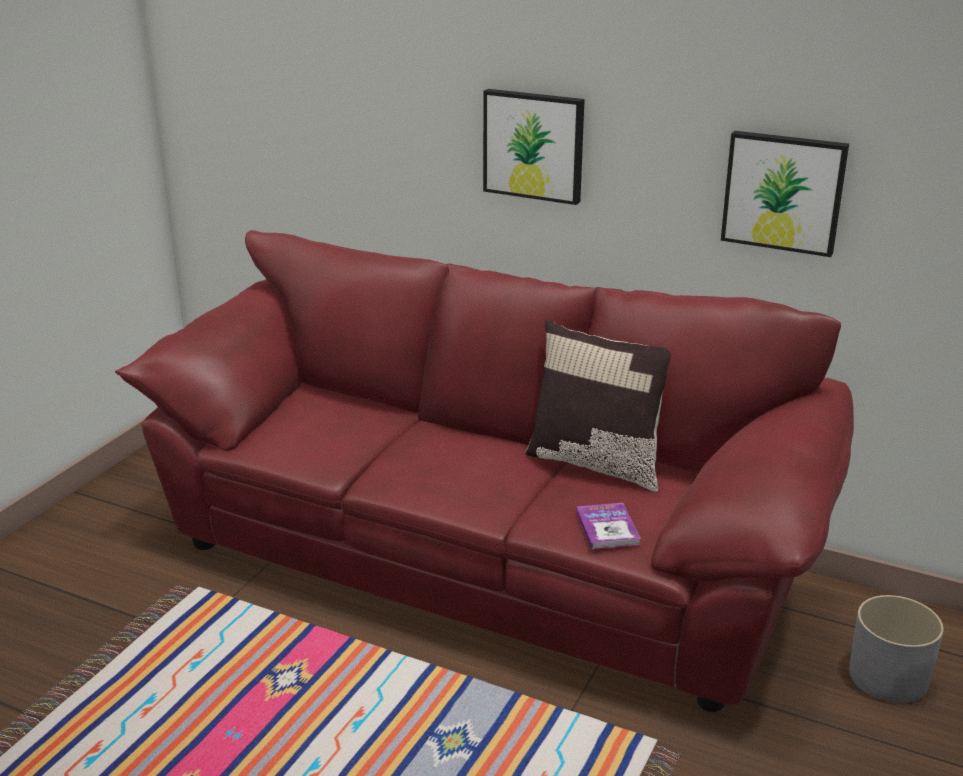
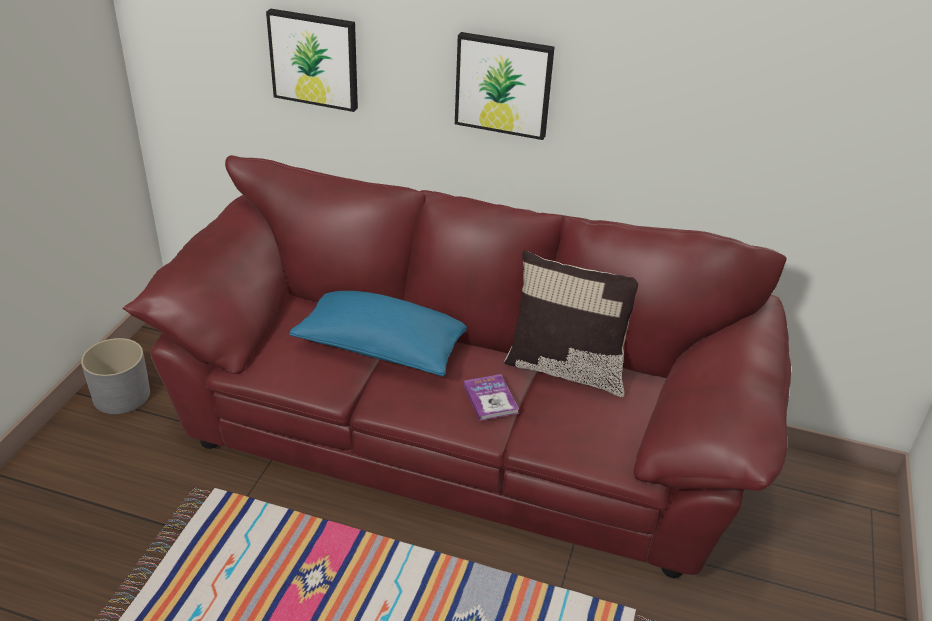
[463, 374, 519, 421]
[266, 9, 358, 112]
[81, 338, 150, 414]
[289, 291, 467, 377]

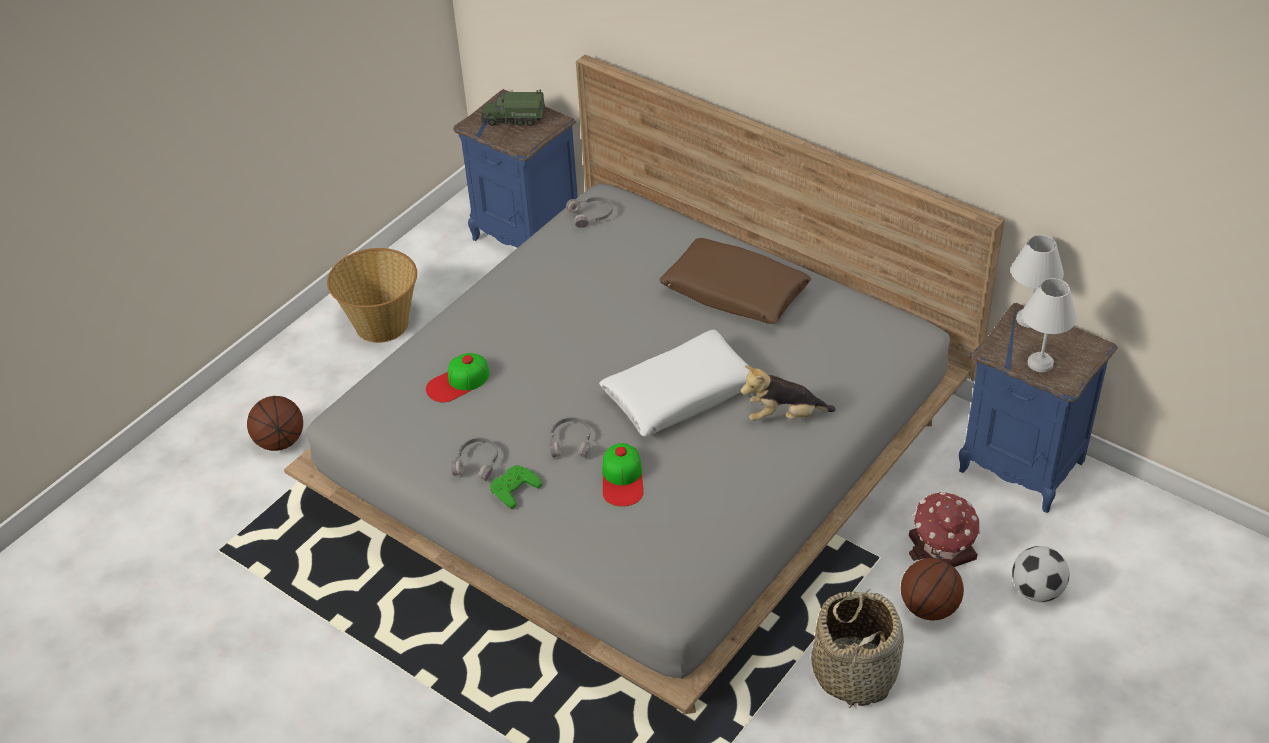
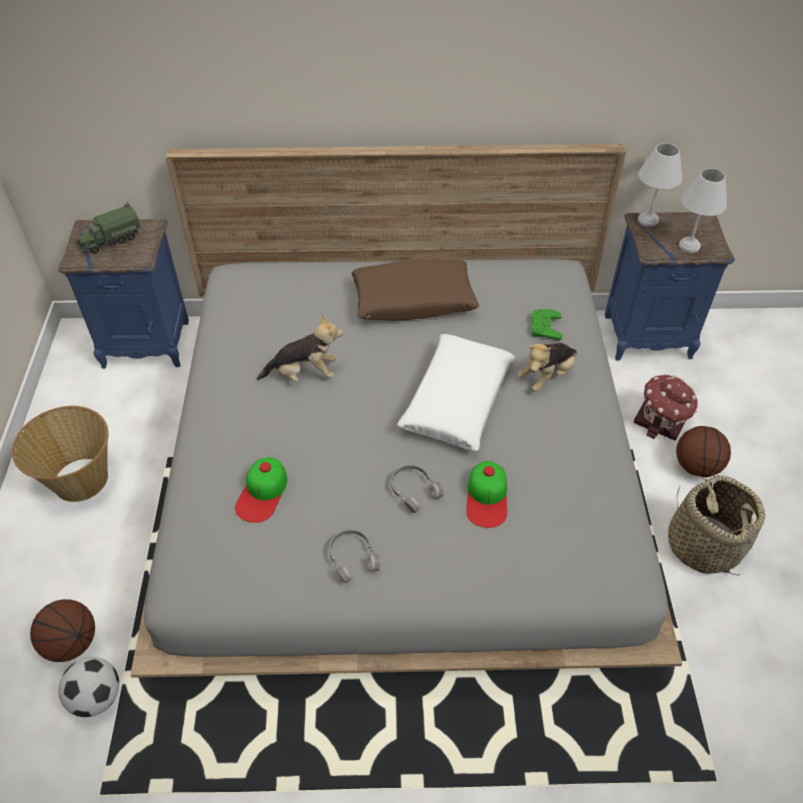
[531, 309, 562, 340]
[566, 197, 613, 228] (first image)
[466, 461, 507, 528]
[58, 657, 119, 717]
[257, 315, 343, 382]

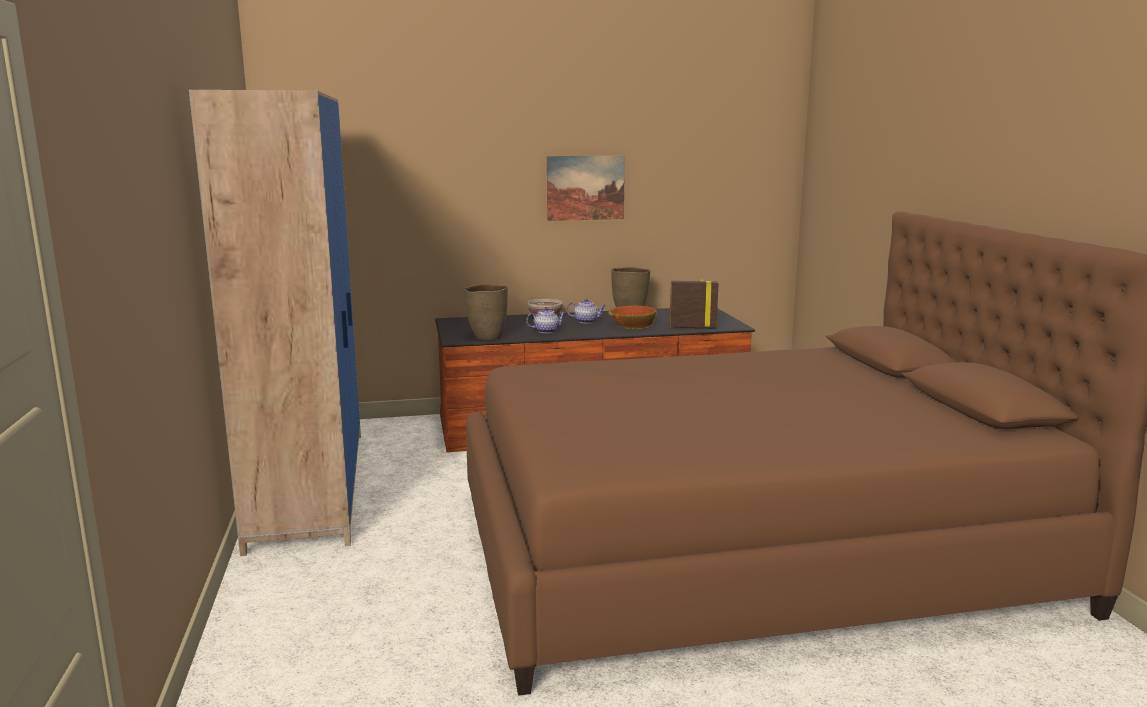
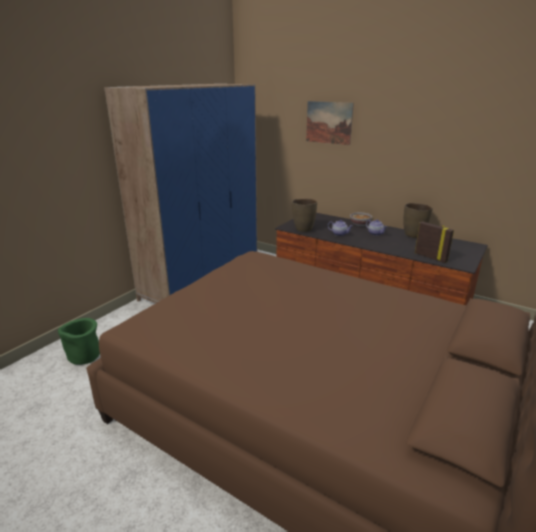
[306, 101, 354, 145]
[608, 306, 657, 329] (first image)
[58, 318, 100, 365]

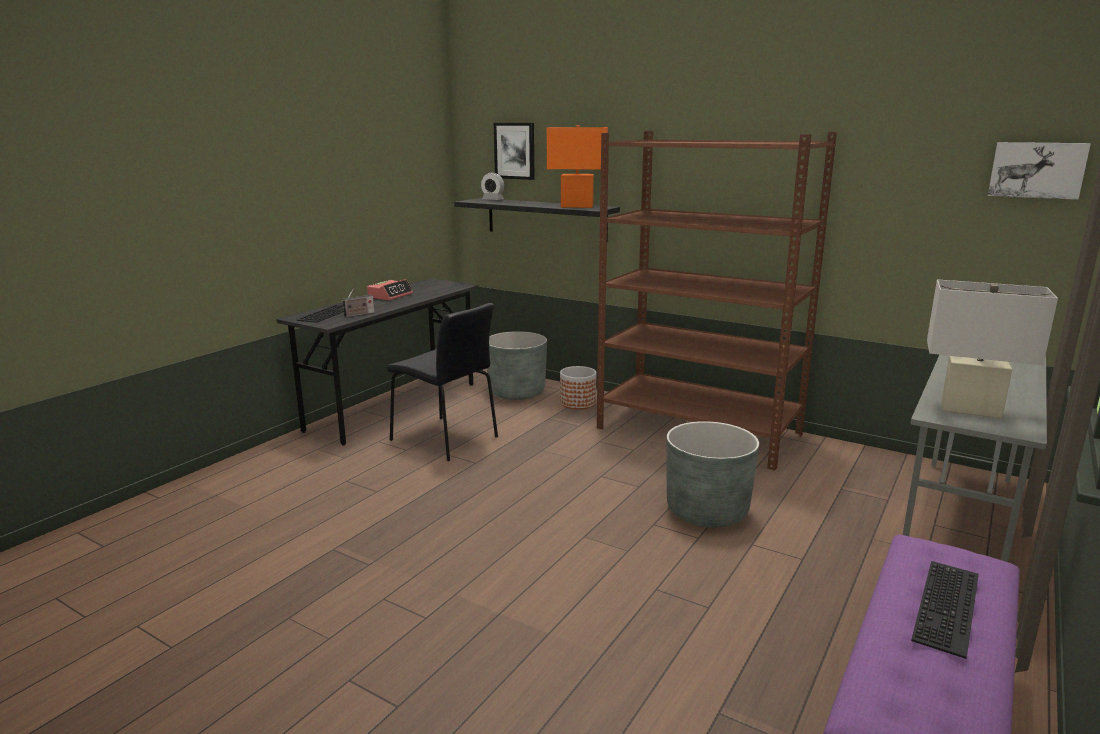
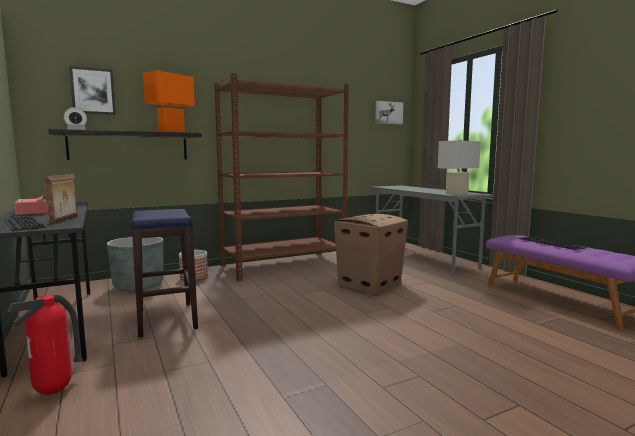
[45, 174, 78, 225]
[131, 209, 198, 338]
[334, 214, 408, 295]
[7, 295, 83, 395]

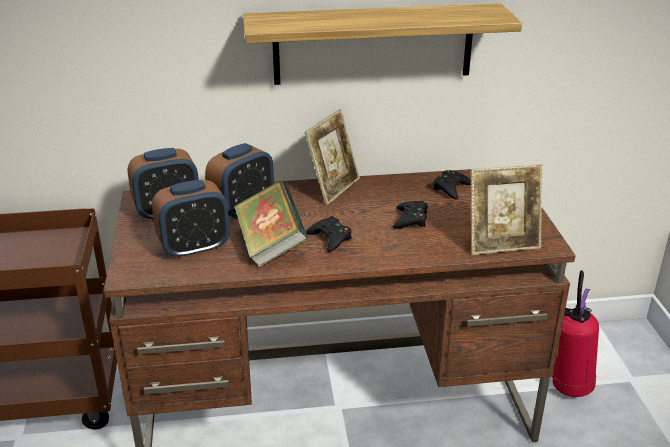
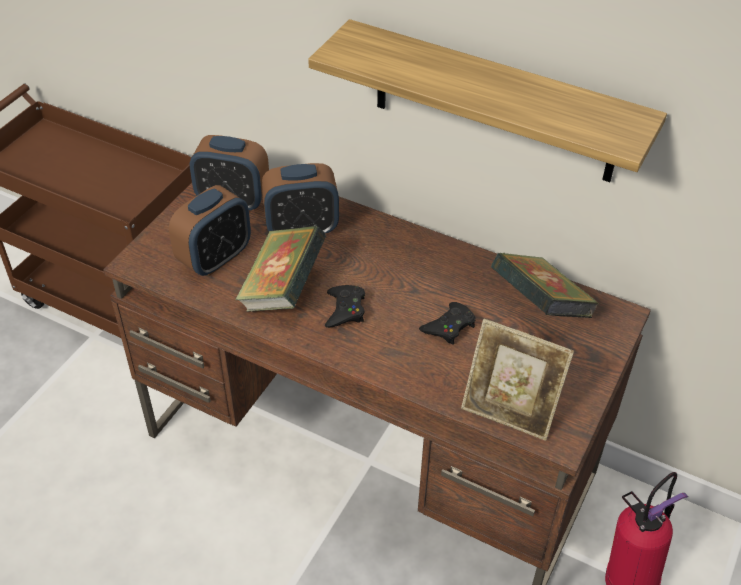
[169, 185, 251, 276]
[304, 109, 360, 205] (first image)
[491, 253, 599, 318]

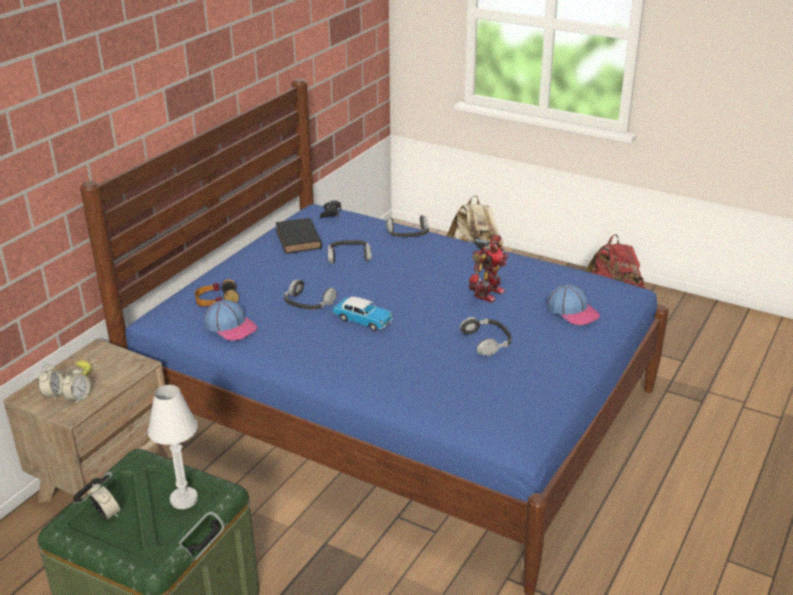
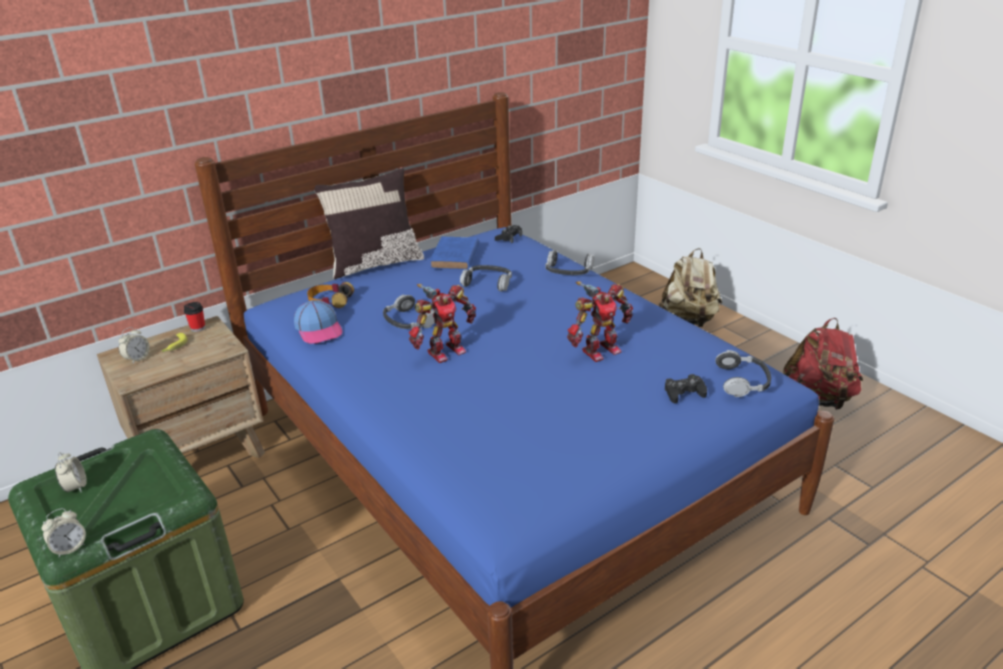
[41, 508, 86, 557]
[148, 385, 198, 509] (first image)
[430, 237, 479, 270]
[409, 284, 476, 363]
[715, 350, 771, 397]
[665, 374, 707, 404]
[184, 302, 205, 332]
[314, 168, 424, 279]

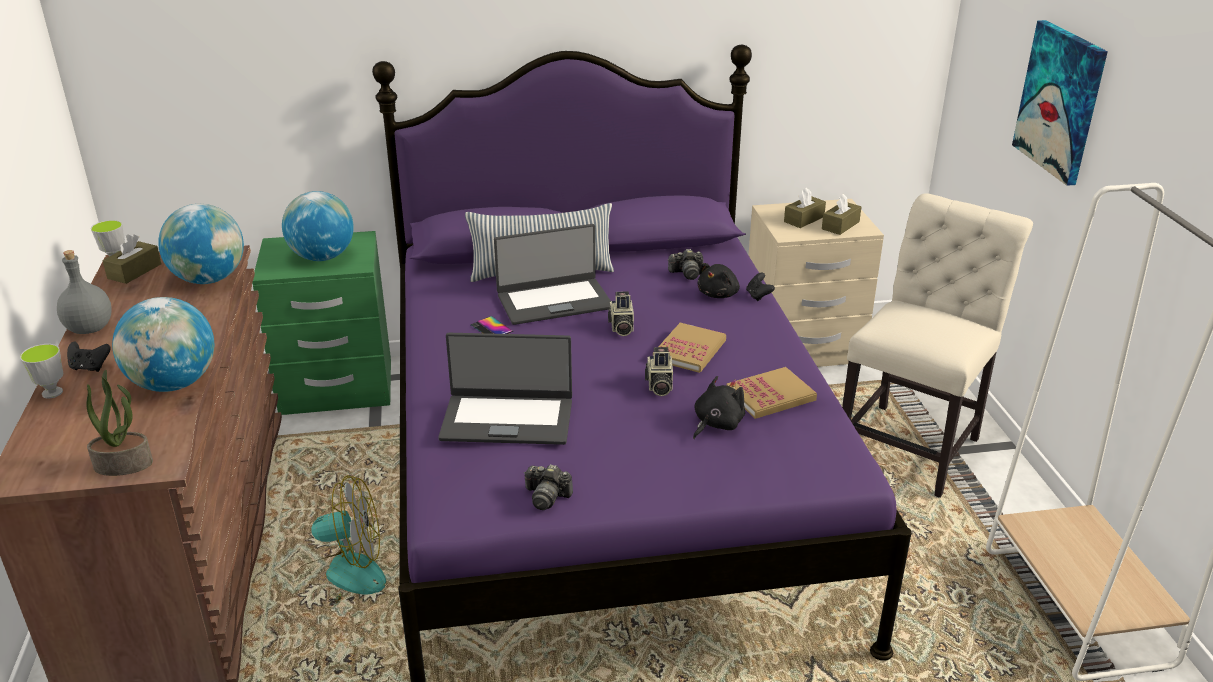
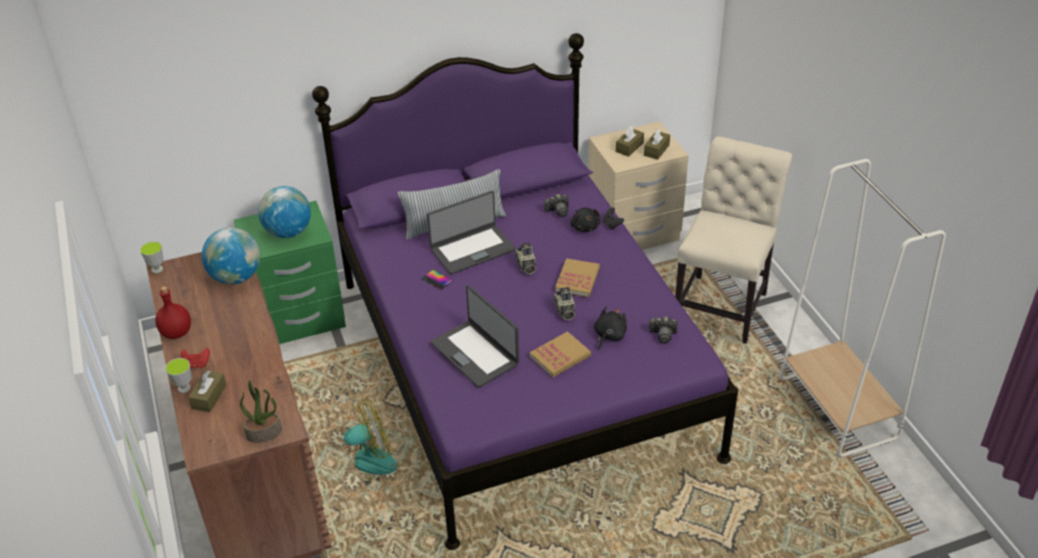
[155, 286, 191, 339]
[181, 348, 210, 368]
[188, 371, 226, 412]
[112, 297, 214, 392] (first image)
[430, 285, 519, 388]
[649, 316, 678, 344]
[570, 207, 600, 232]
[530, 331, 591, 378]
[1012, 20, 1108, 186] (first image)

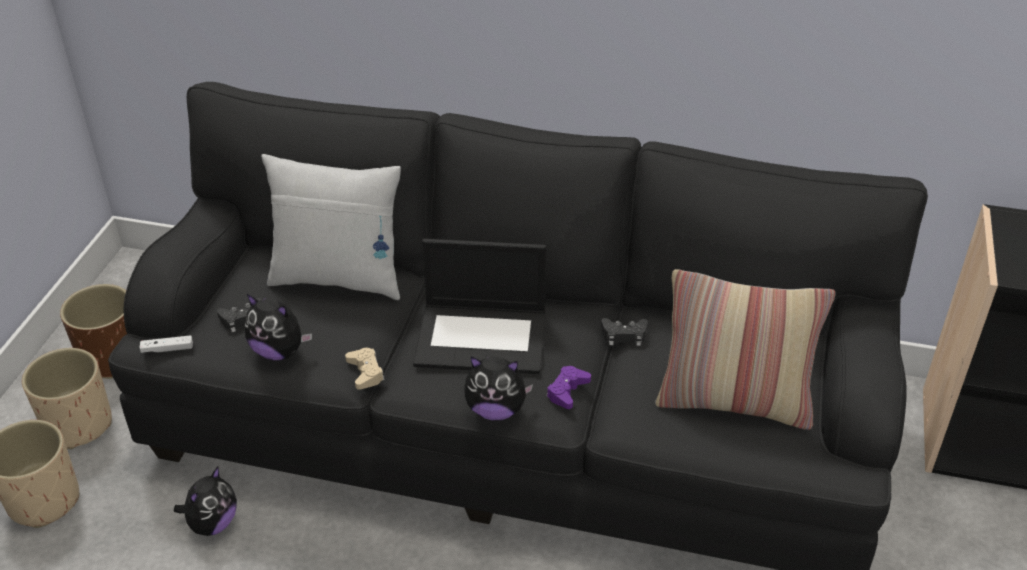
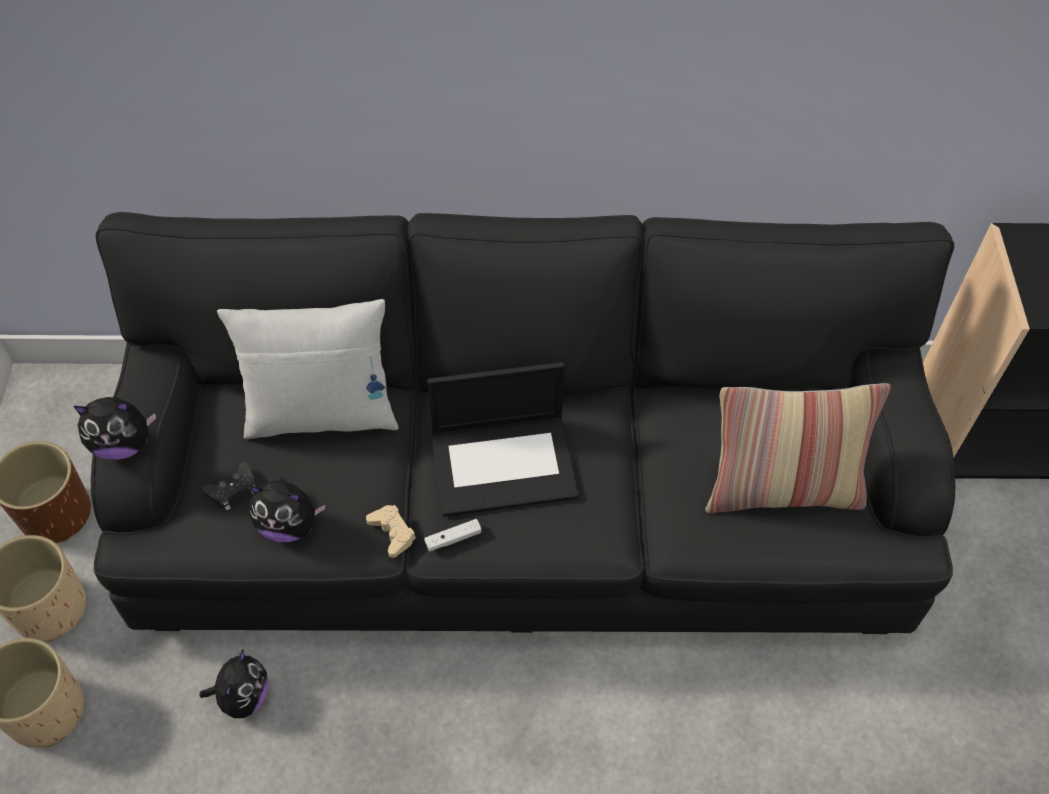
[424, 519, 482, 552]
[73, 397, 156, 460]
[546, 366, 591, 409] (first image)
[601, 318, 648, 346] (first image)

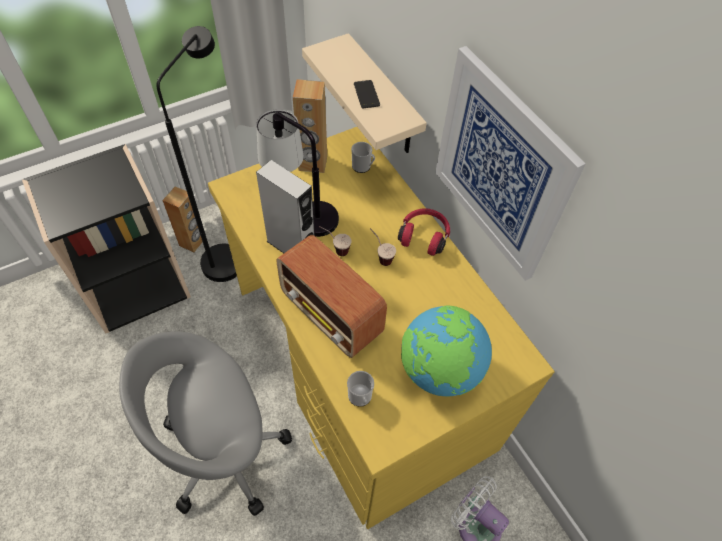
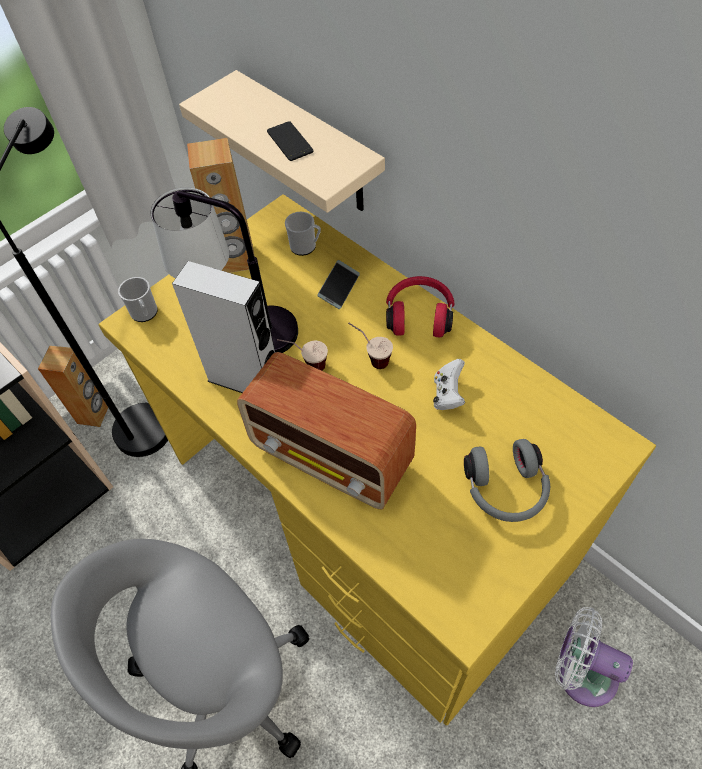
[118, 277, 158, 322]
[464, 439, 550, 522]
[435, 46, 586, 281] (first image)
[317, 260, 360, 309]
[433, 359, 465, 410]

